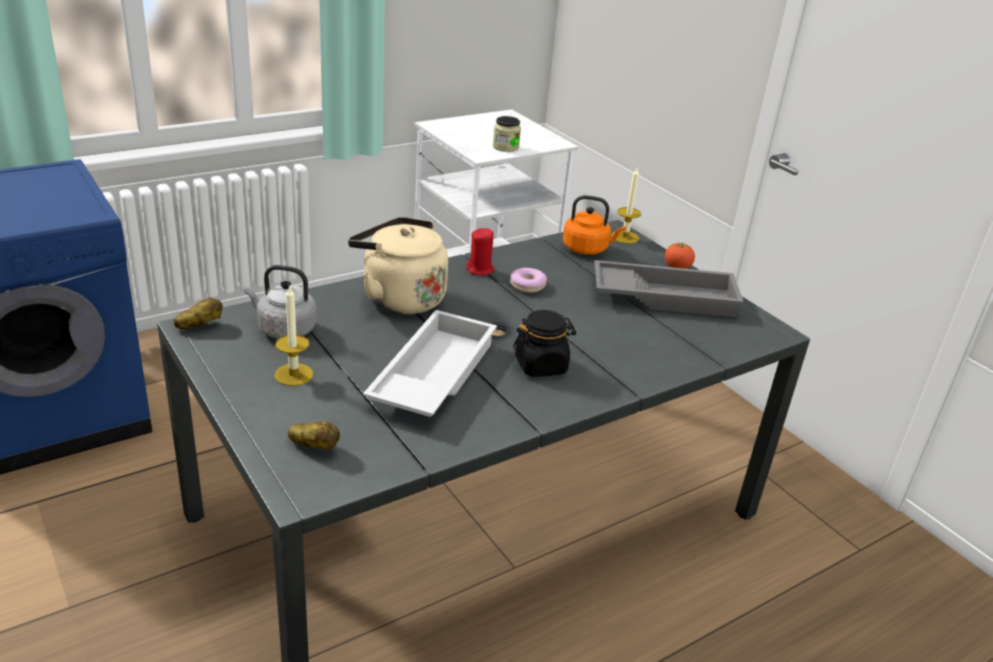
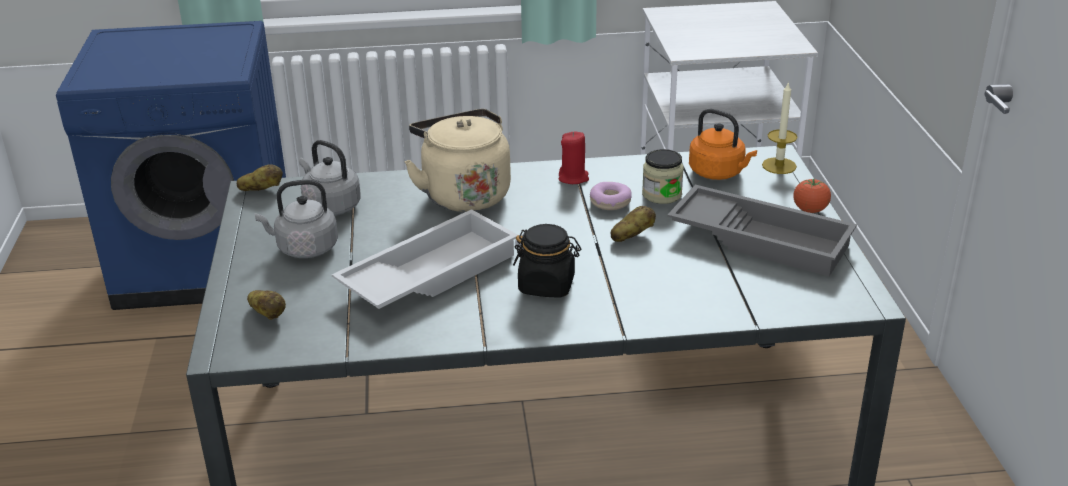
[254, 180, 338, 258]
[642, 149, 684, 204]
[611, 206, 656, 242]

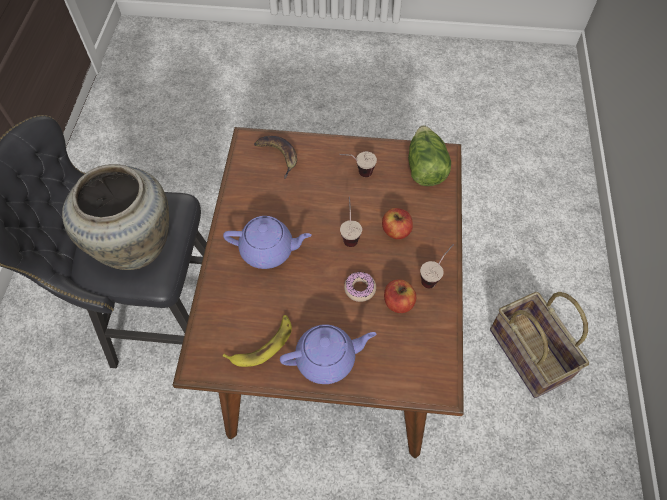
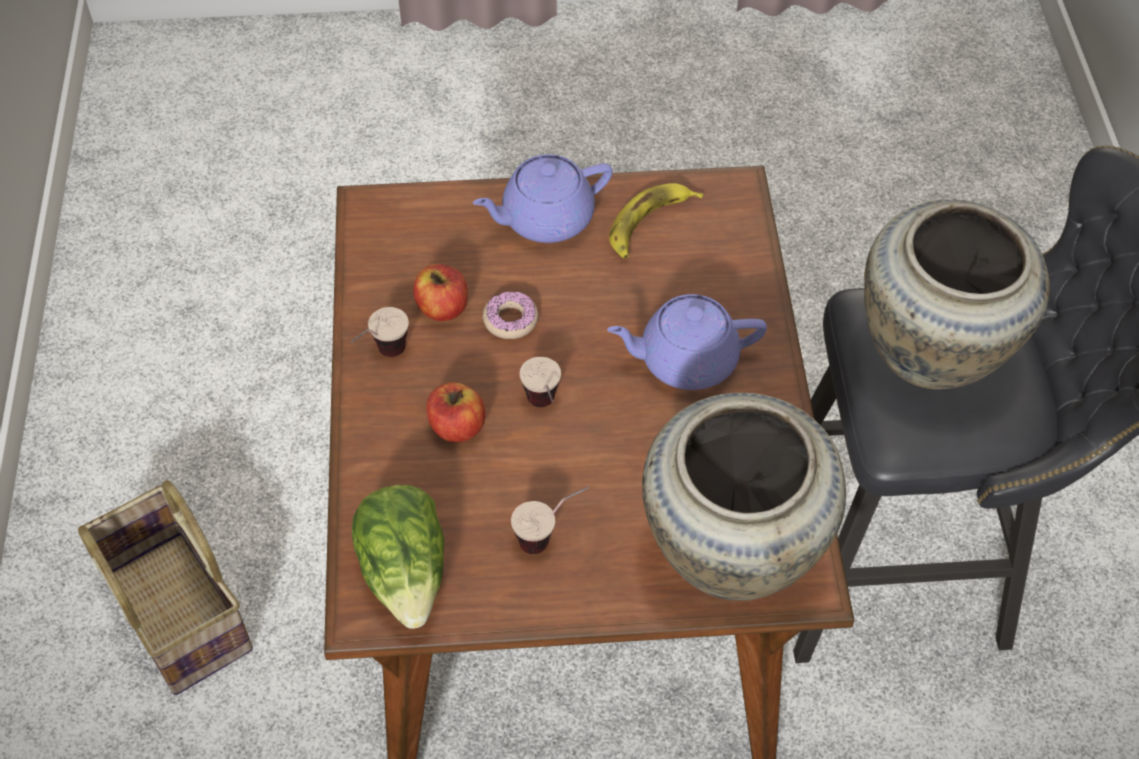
[642, 393, 846, 601]

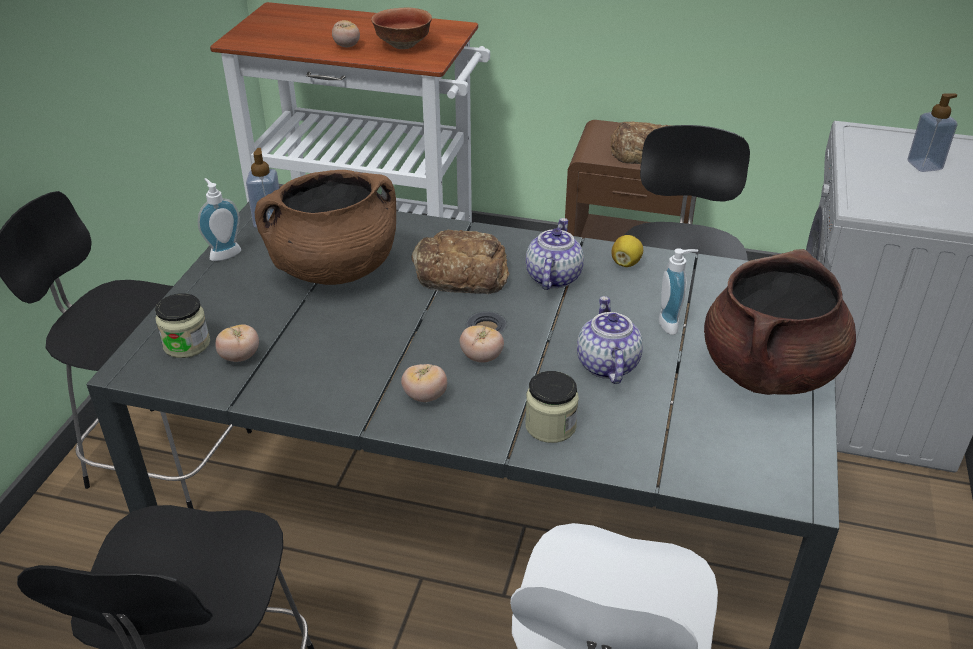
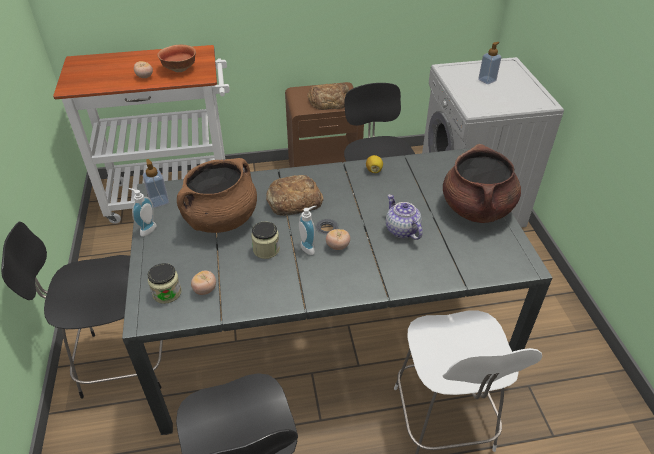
[401, 364, 447, 402] (first image)
[251, 221, 280, 259]
[526, 218, 584, 290] (first image)
[299, 206, 316, 255]

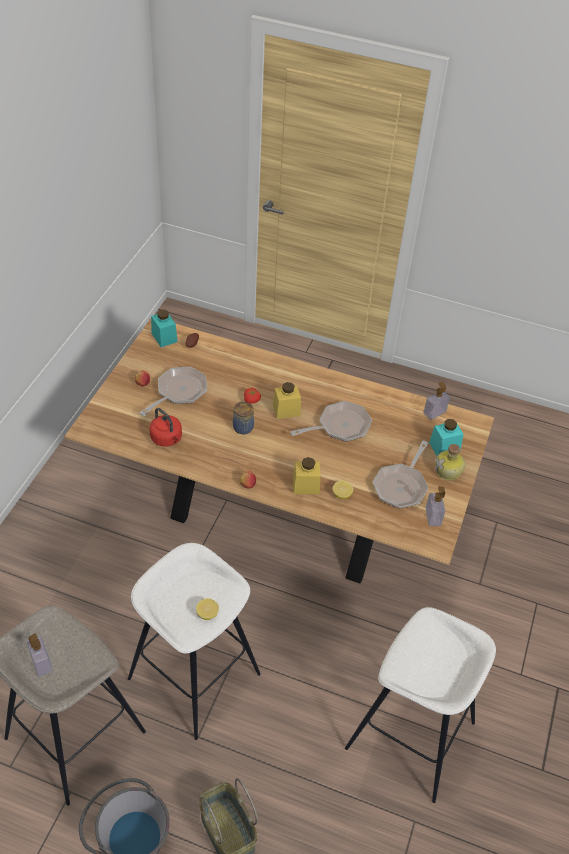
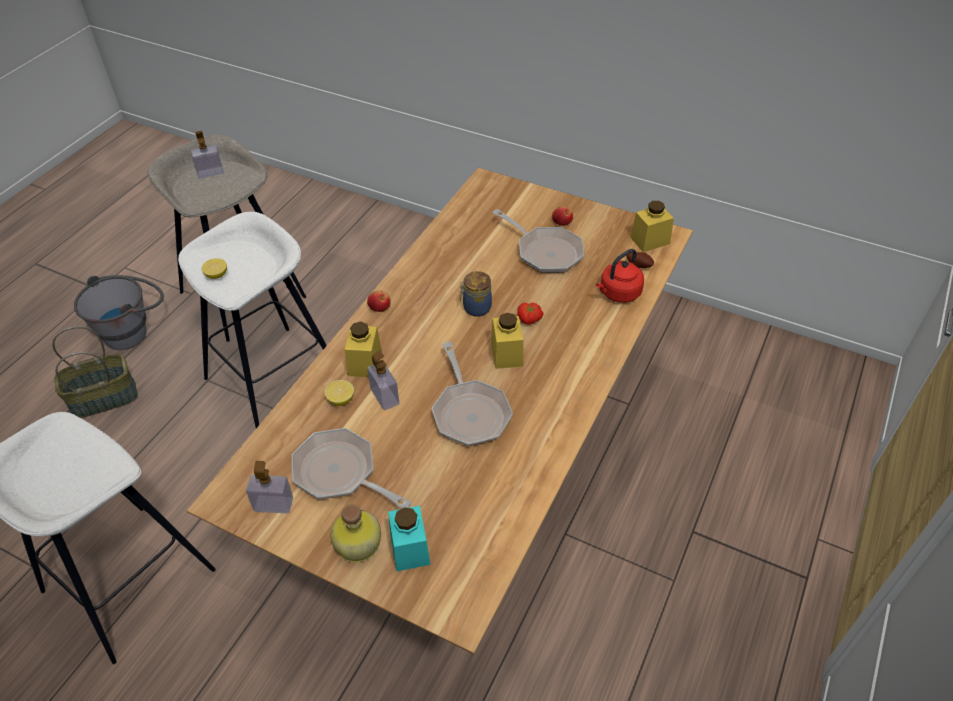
[596, 249, 644, 303]
[630, 201, 674, 252]
[367, 351, 399, 411]

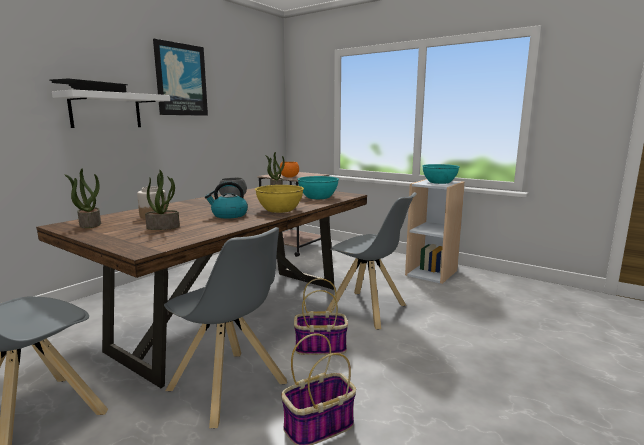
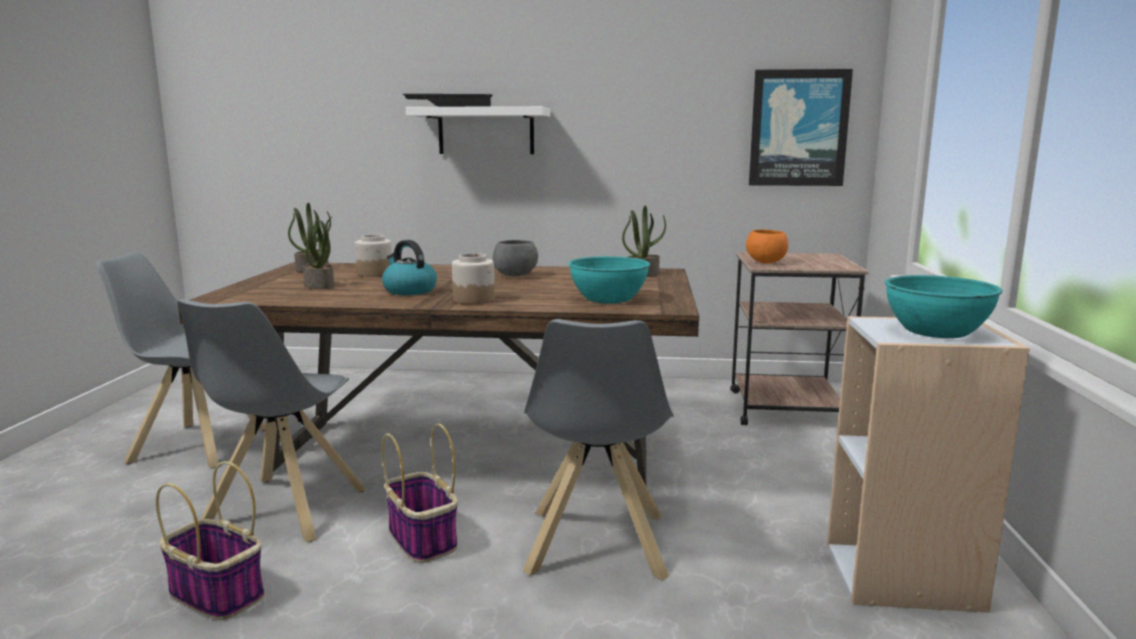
[749, 69, 853, 186]
[452, 253, 495, 304]

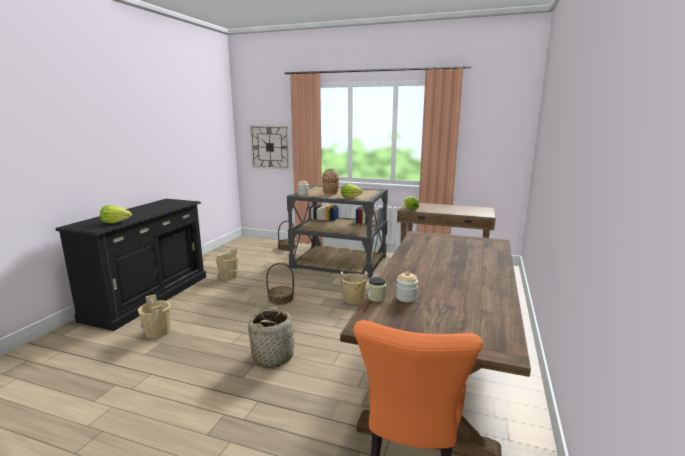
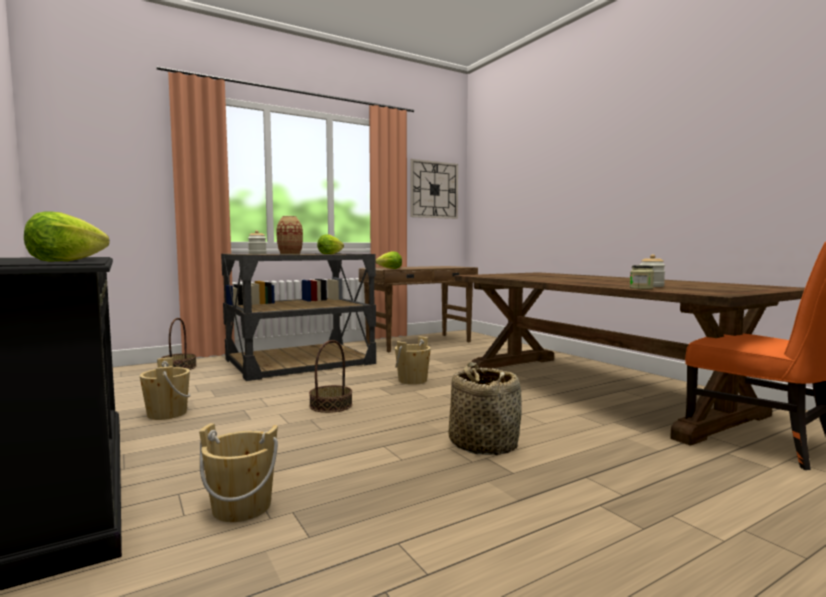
[410, 159, 458, 219]

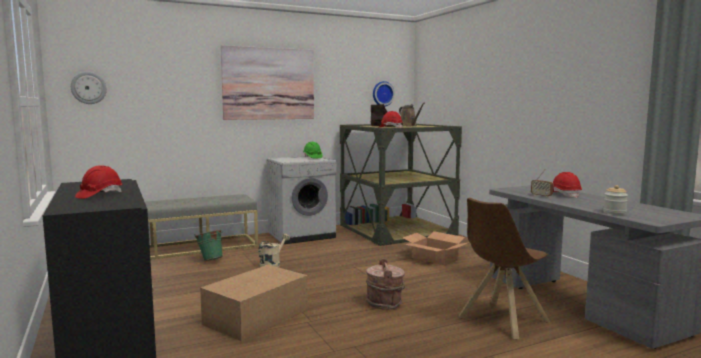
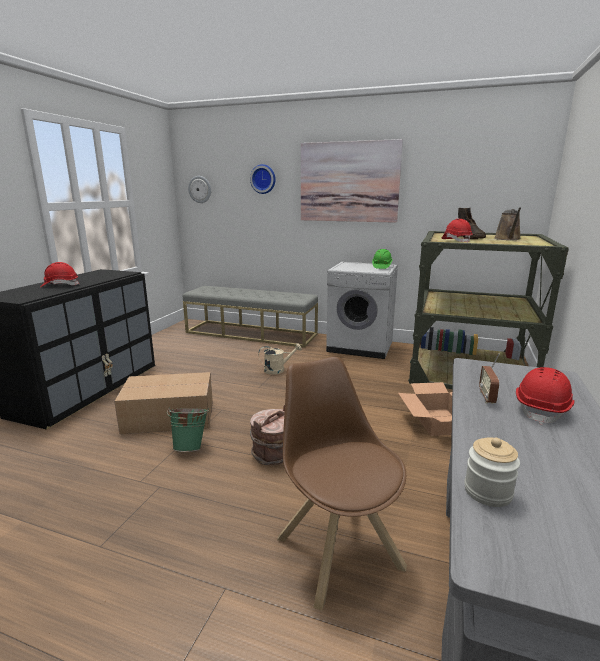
[167, 407, 209, 452]
[250, 164, 276, 194]
[277, 357, 407, 611]

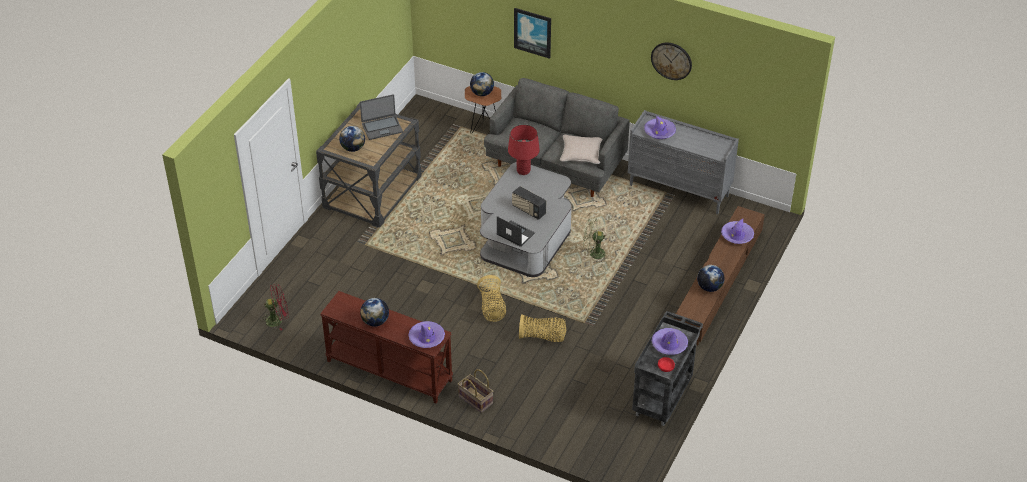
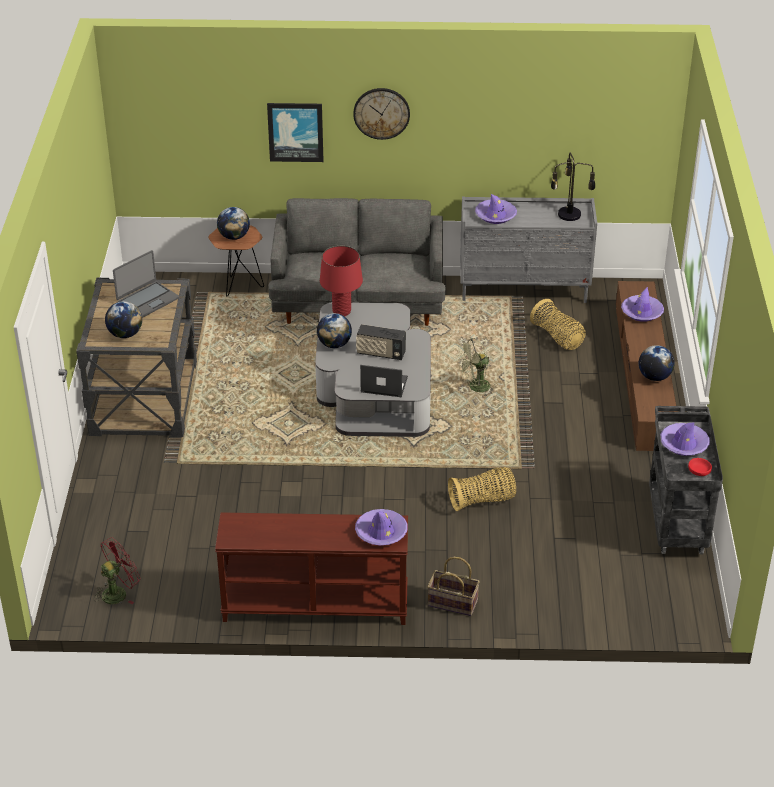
[317, 313, 352, 348]
[530, 299, 586, 350]
[560, 135, 603, 164] (first image)
[353, 88, 410, 140]
[551, 152, 595, 221]

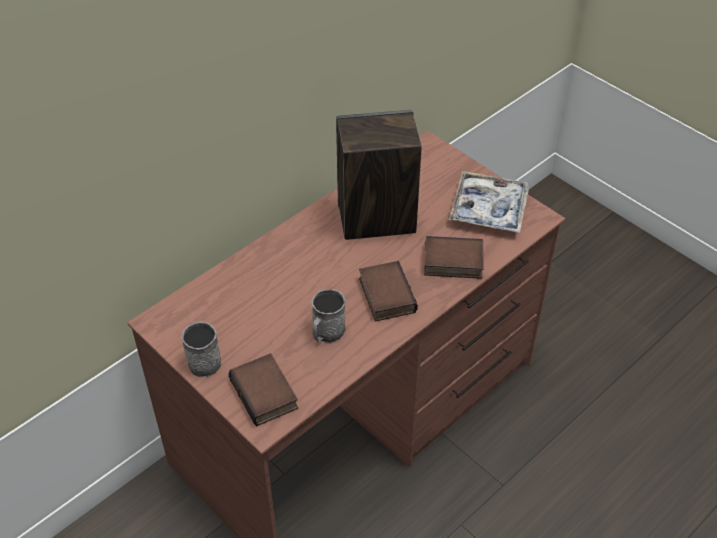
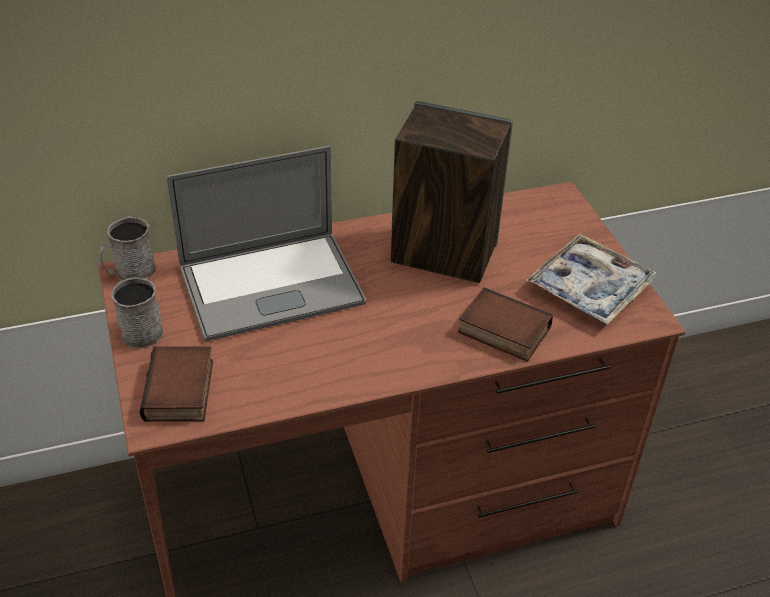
[99, 216, 156, 281]
[359, 261, 418, 321] (first image)
[167, 146, 366, 341]

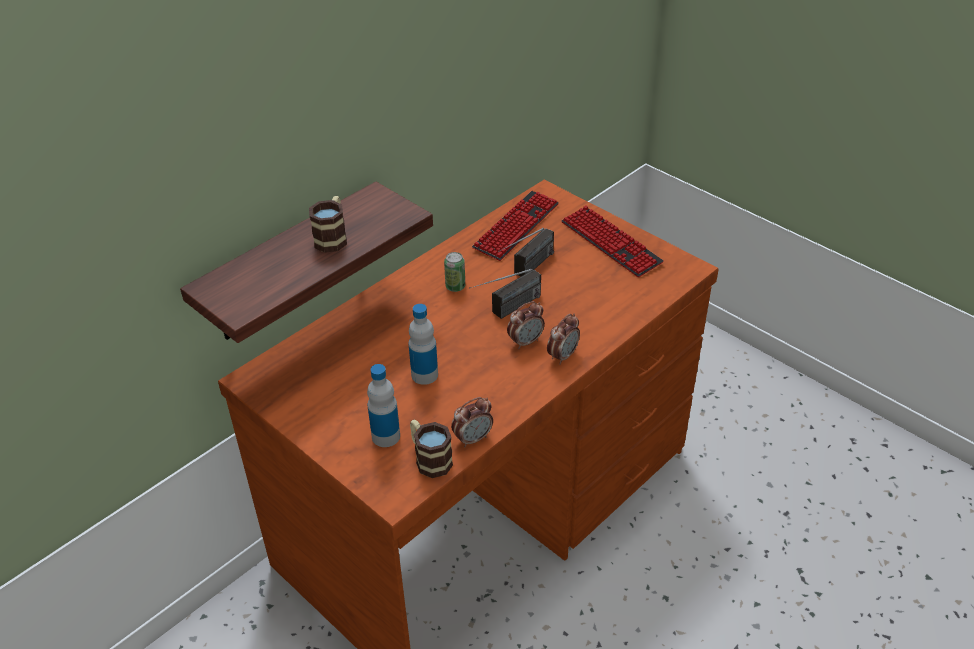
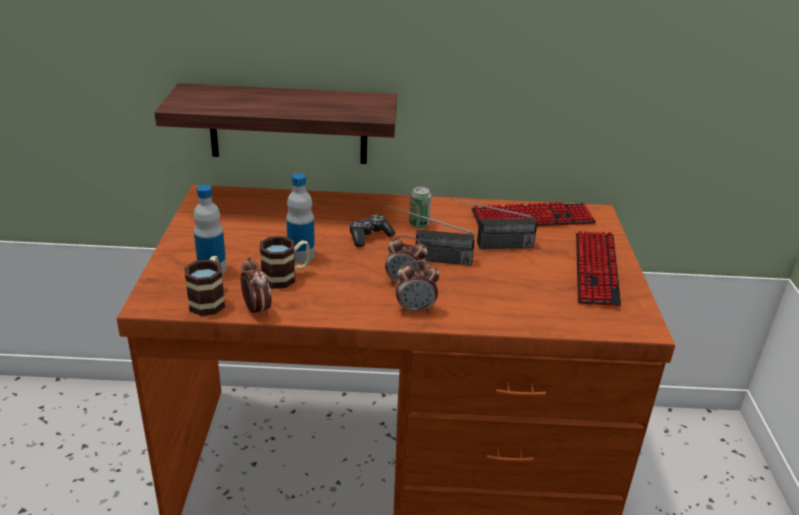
[260, 236, 310, 288]
[241, 257, 272, 317]
[349, 214, 395, 247]

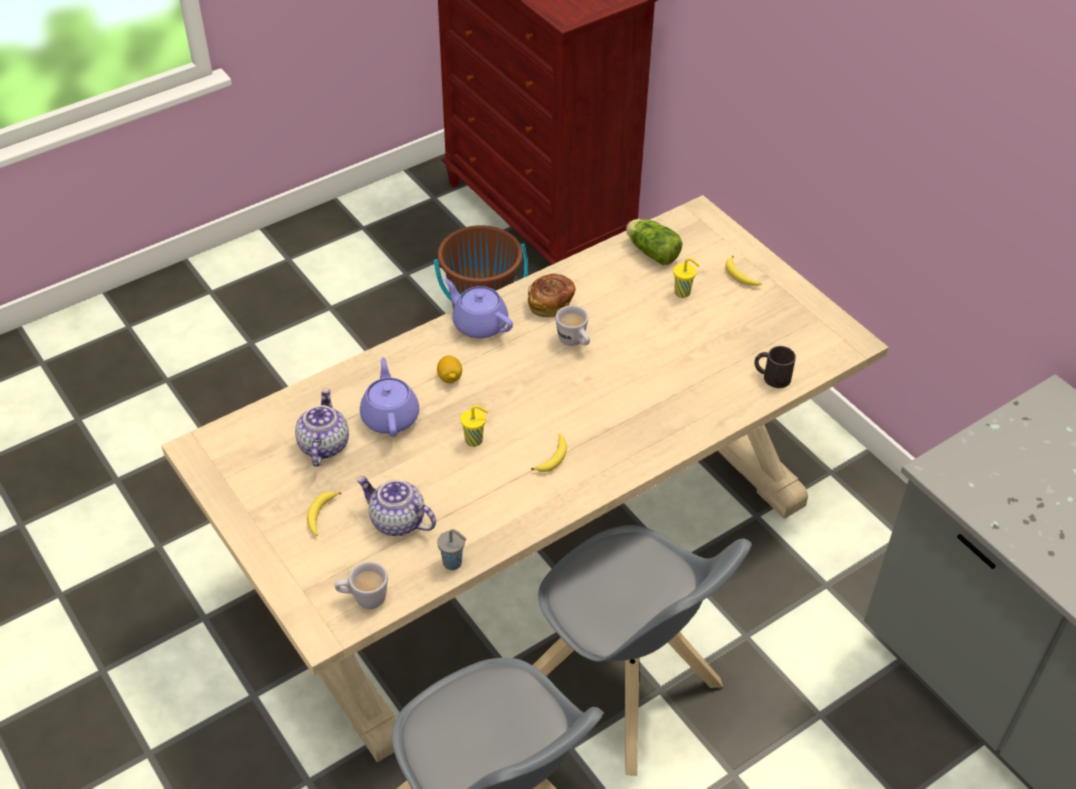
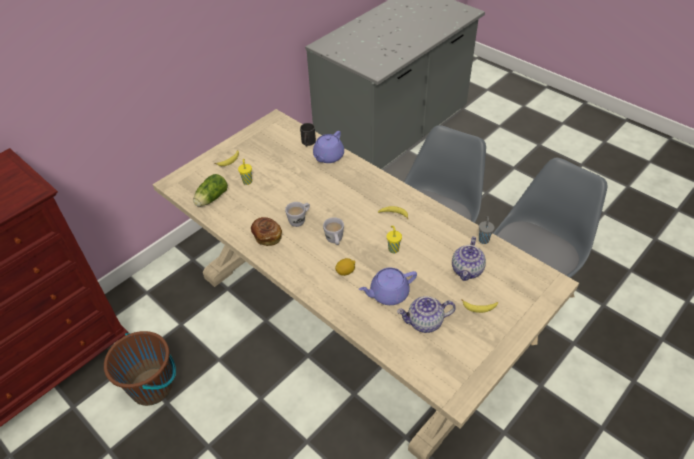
[323, 217, 344, 245]
[313, 131, 344, 163]

